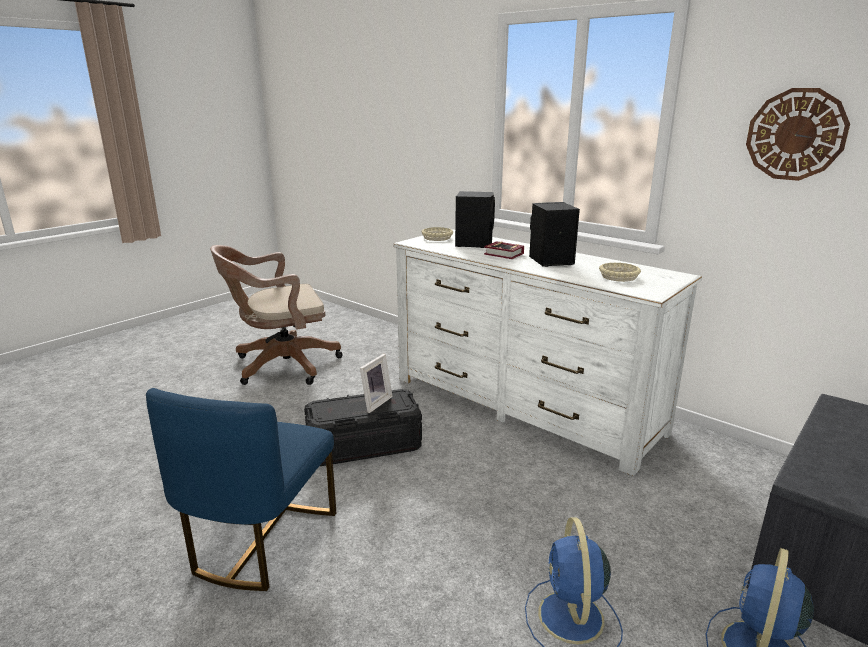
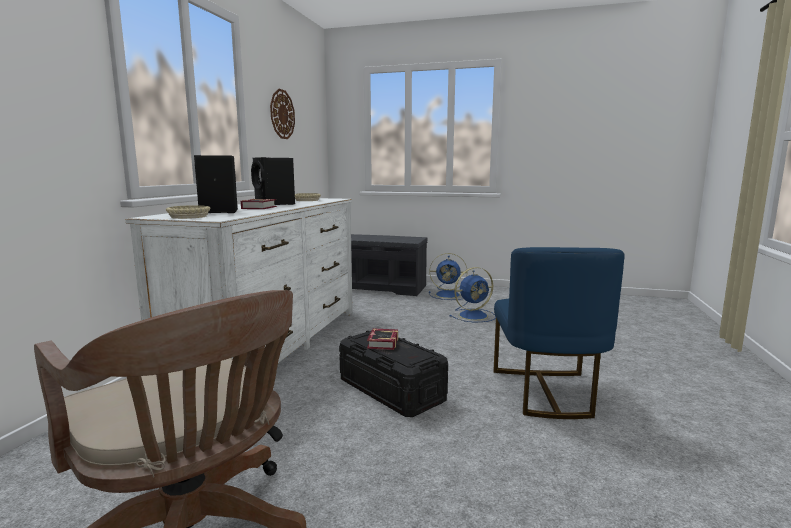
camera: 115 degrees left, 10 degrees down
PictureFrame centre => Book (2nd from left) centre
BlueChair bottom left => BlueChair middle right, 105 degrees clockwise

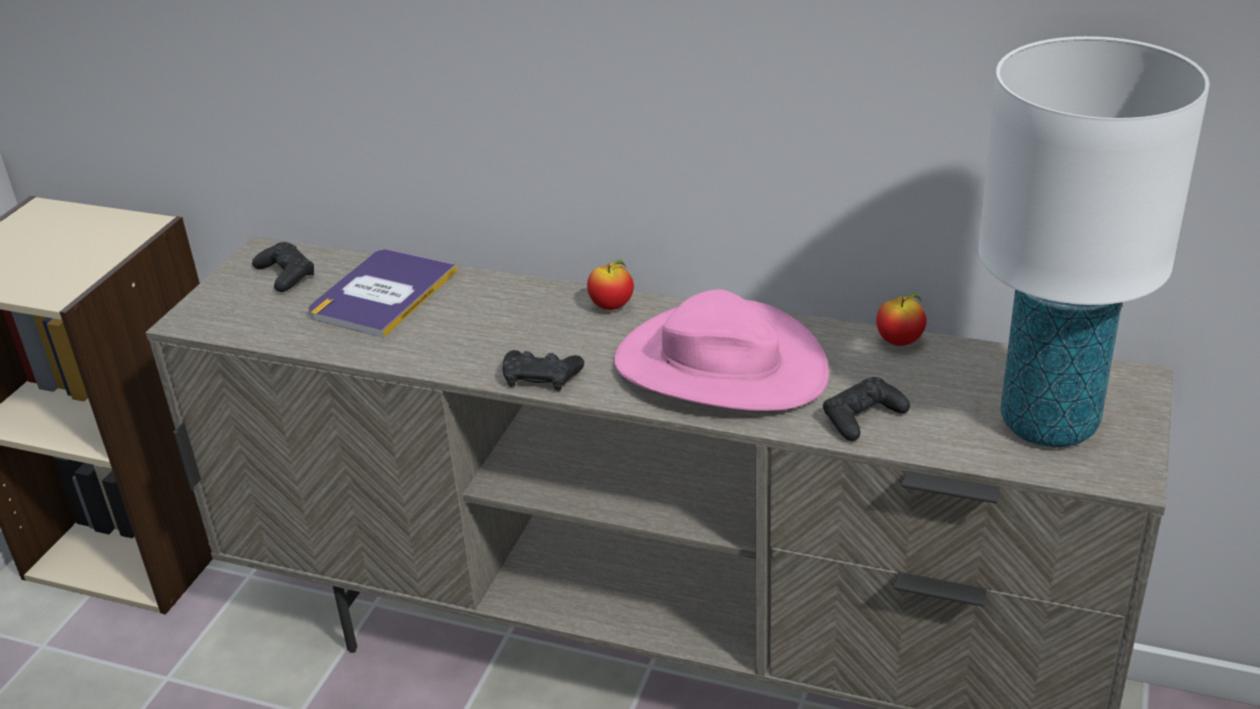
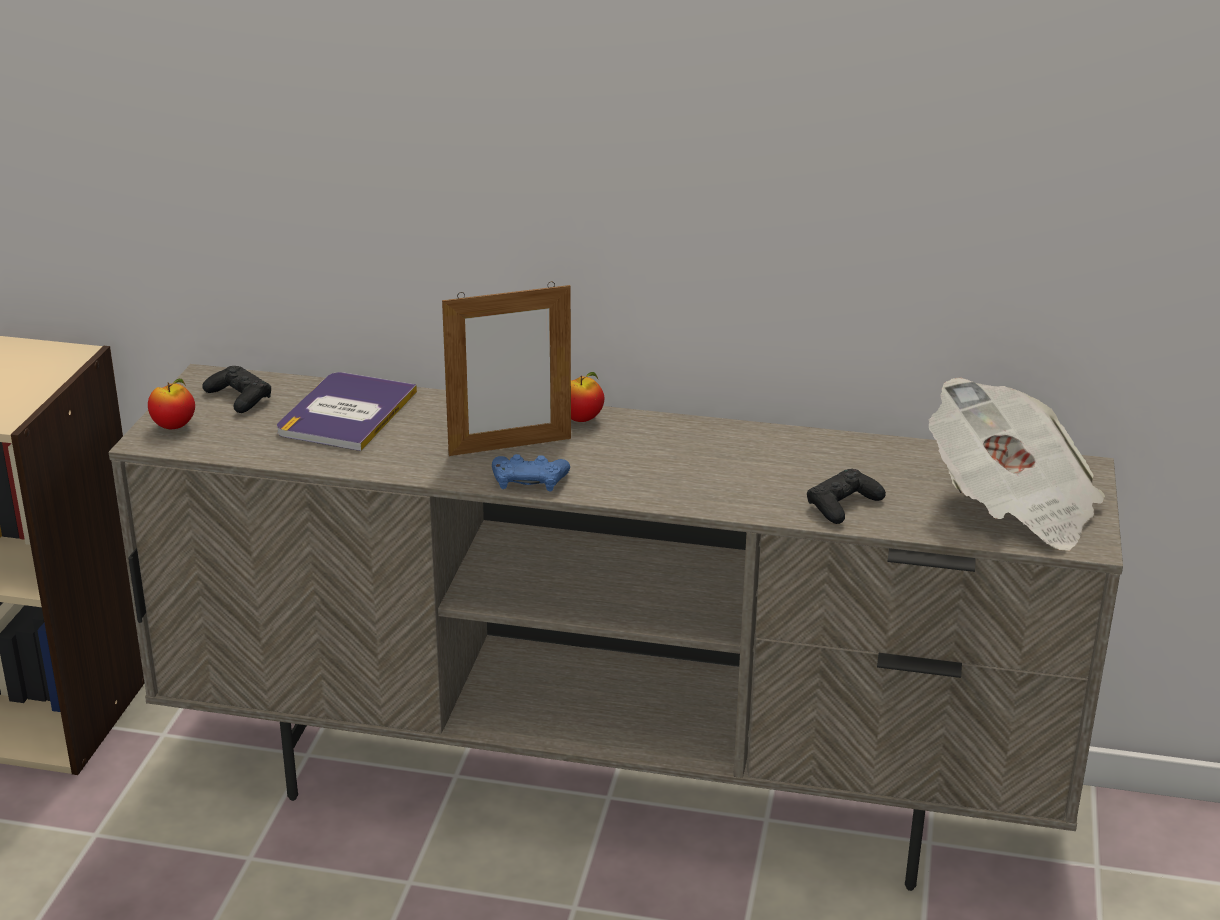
camera: 10 degrees left, 5 degrees down
WhiteTableLamp middle right => Newspaper middle right
PinkHat centre => nothing
Apple (2nd from left in the first image) middle right => Apple (1st from left) middle left, move
BlackGameController (2nd from left) centre => BlueGameController centre
nothing => PictureFrame centre

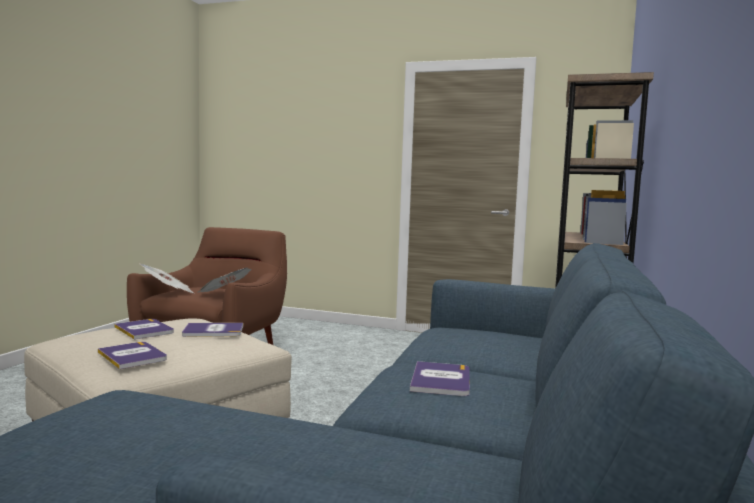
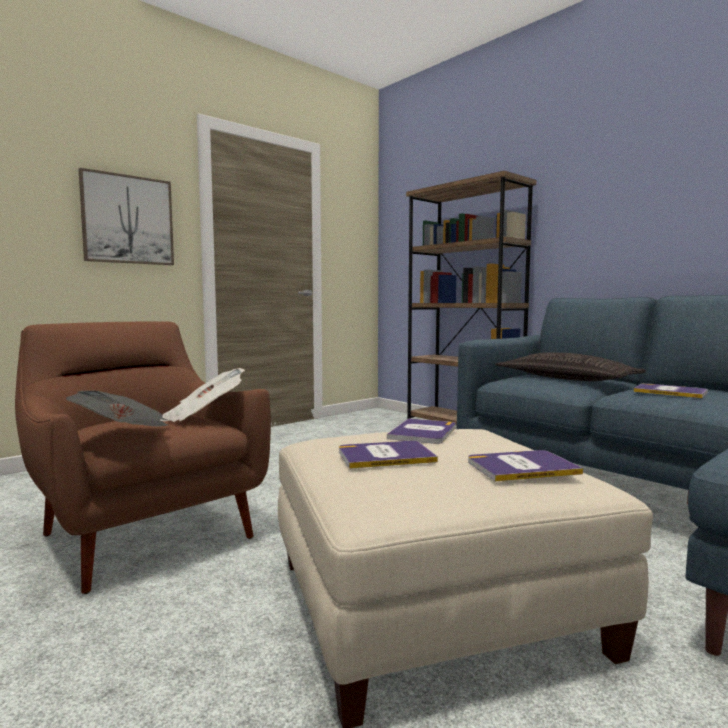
camera: 60 degrees left, 0 degrees up
nothing => Picture top left
nothing => Pillow middle right

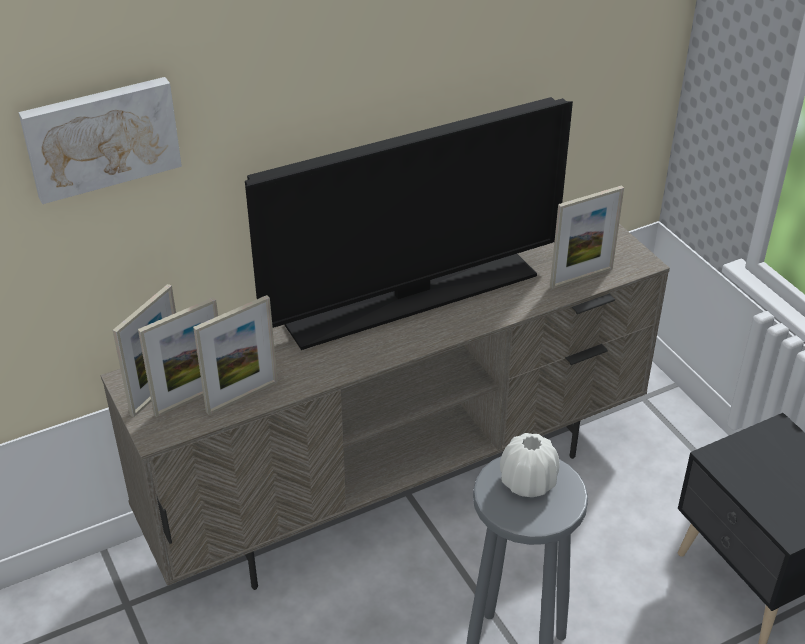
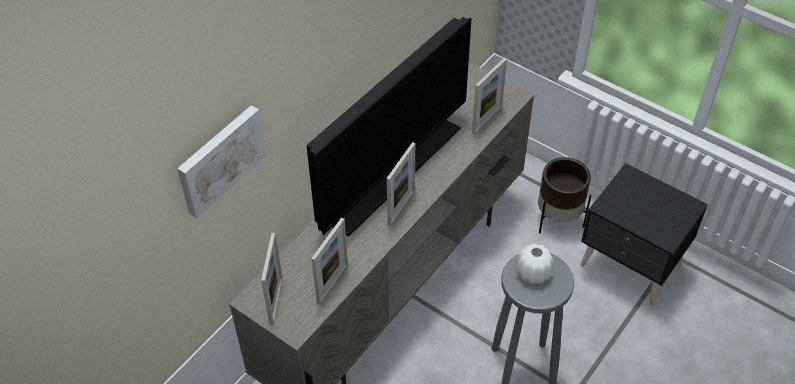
camera: 25 degrees left, 10 degrees up
PictureFrame (2nd from left in the first image) middle left => PictureFrame (3rd from left) centre, move
nothing => BrownPlanter middle right

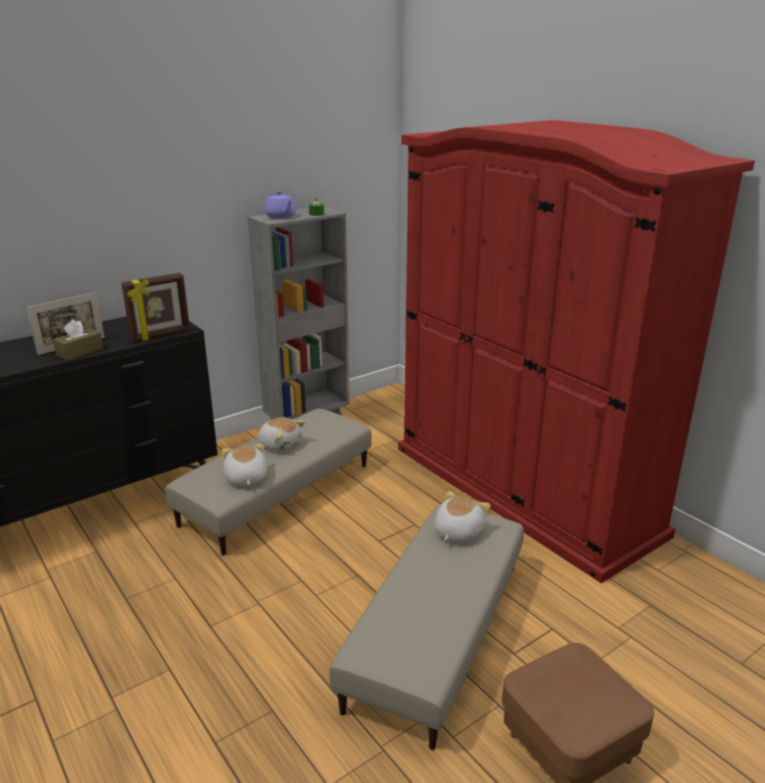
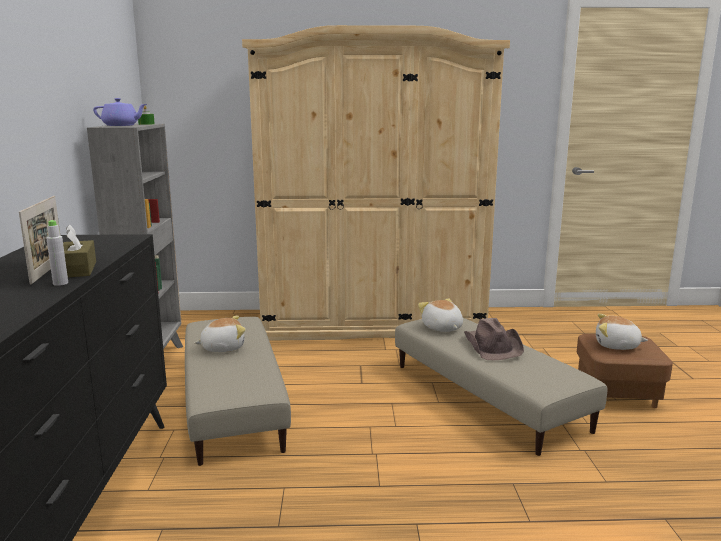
camera: 55 degrees left, 10 degrees down
RedWardrobe middle right => BeigeWardrobe centre
PictureFrame (2nd from left) middle left => nothing
PlushToy (1st from left in the first image) middle left => PlushToy (3rd from left) middle right, move
nothing => GreyBottle middle left
nothing => BrownHat middle right

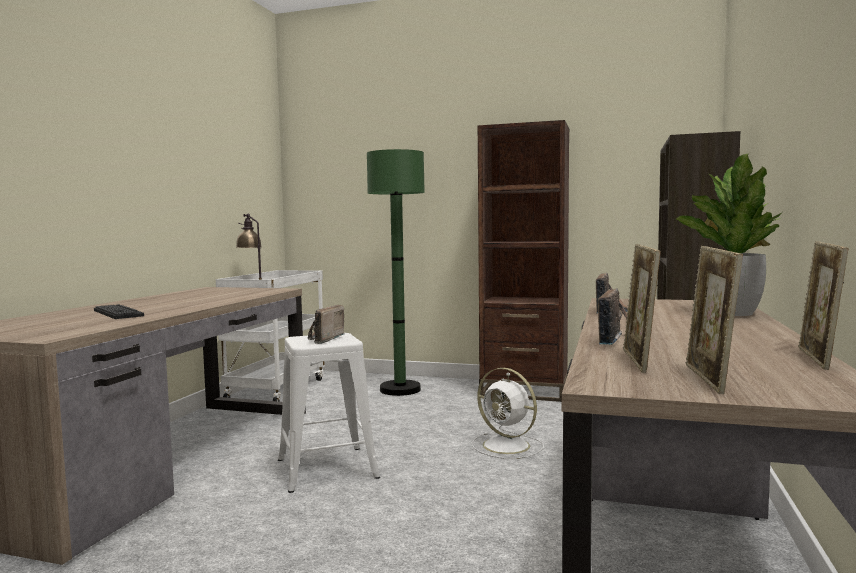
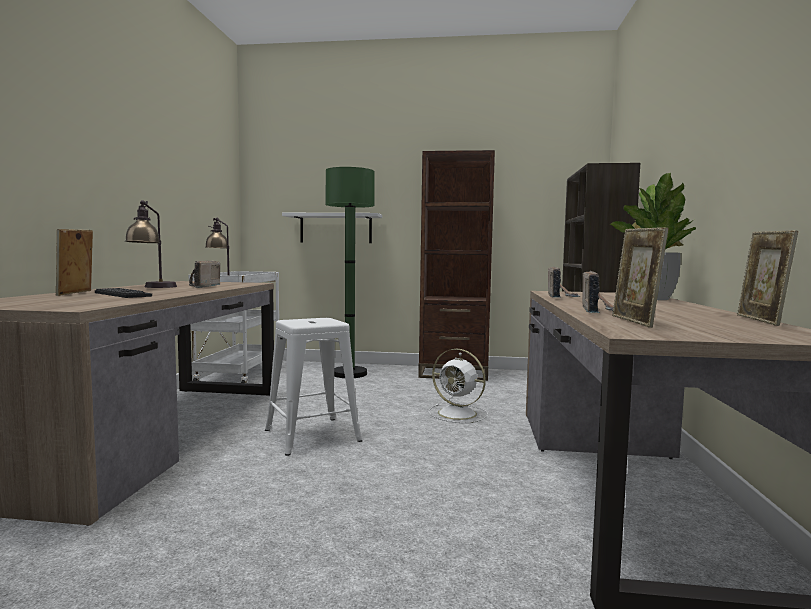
camera: 10 degrees left, 0 degrees up
PictureFrame (2nd from left in the first image) middle right => PictureFrame (1st from left) middle left, move
Radio (1st from left) centre => Radio (1st from left) middle left, move
nothing => TableLamp (1st from left) middle left
nothing => WhiteShelf centre

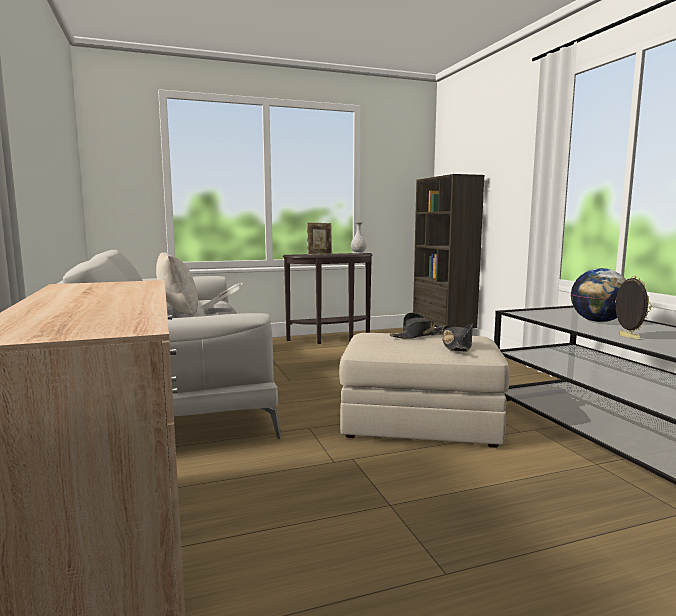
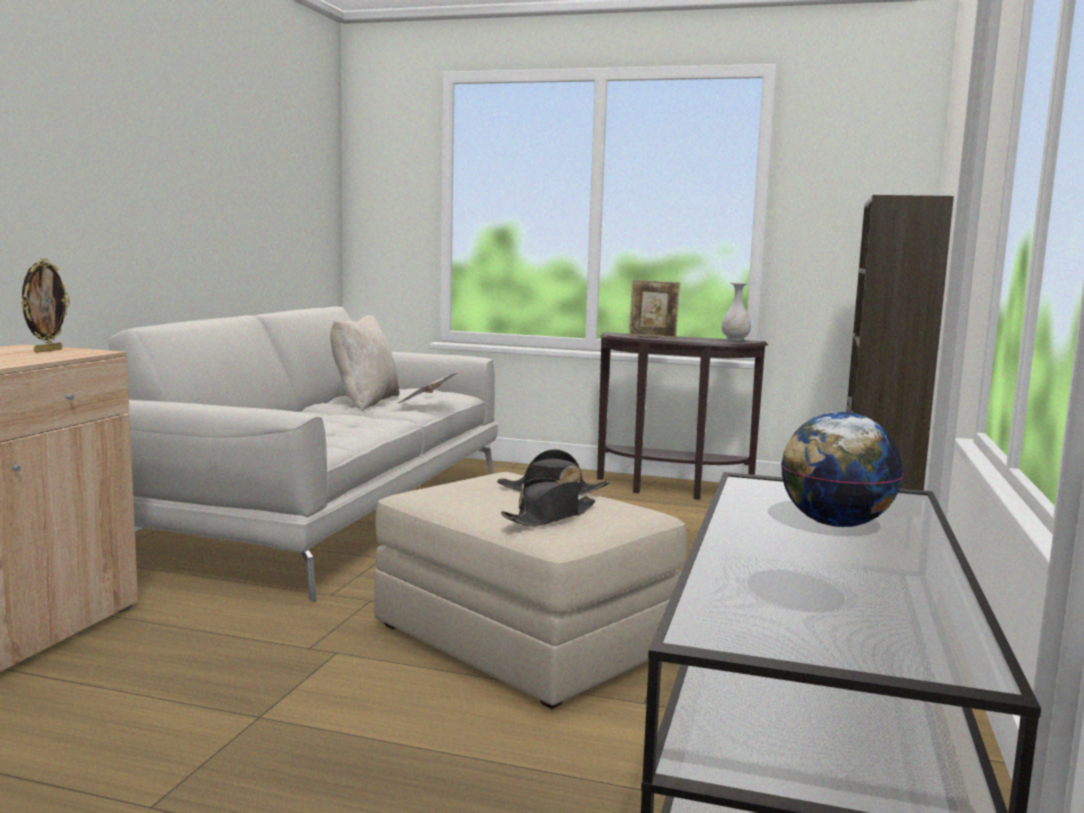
camera: 35 degrees right, 0 degrees up
PictureFrame (2nd from left in the first image) middle right => PictureFrame (1st from left) middle left, move

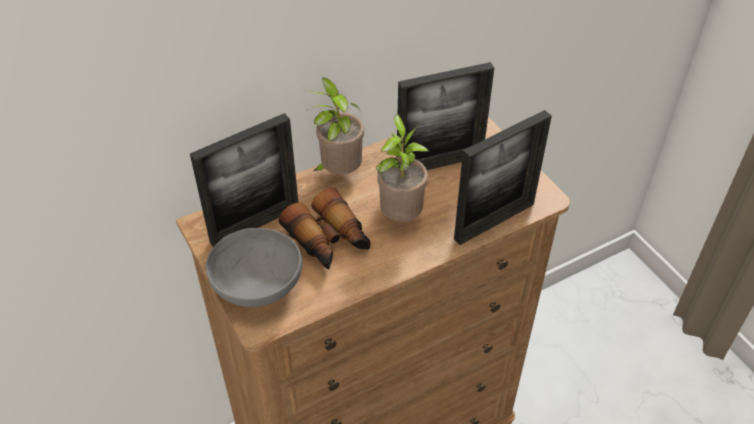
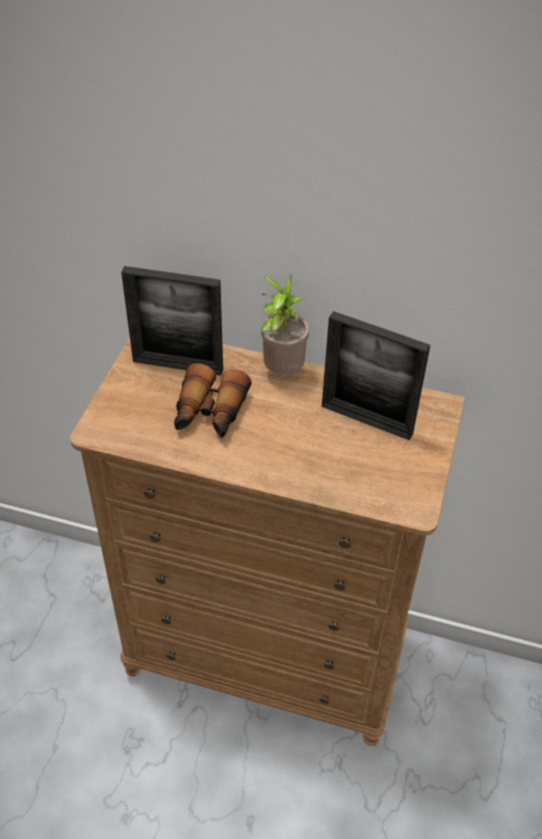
camera: 45 degrees right, 0 degrees up
PictureFrame (3rd from left) middle right => nothing
PottedPlant (2nd from left) centre => nothing
GreyBowl centre => nothing

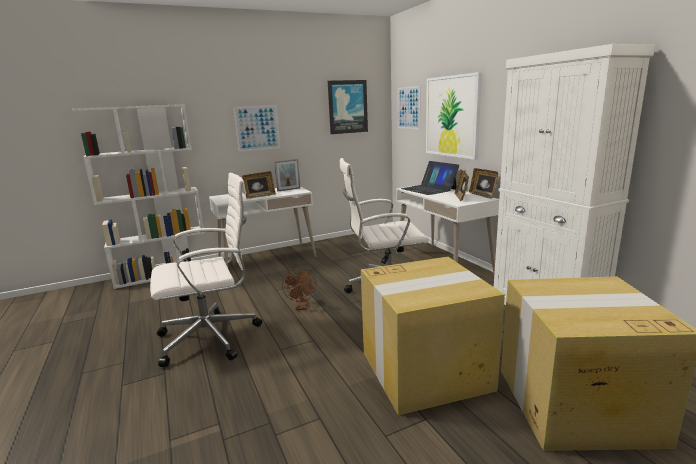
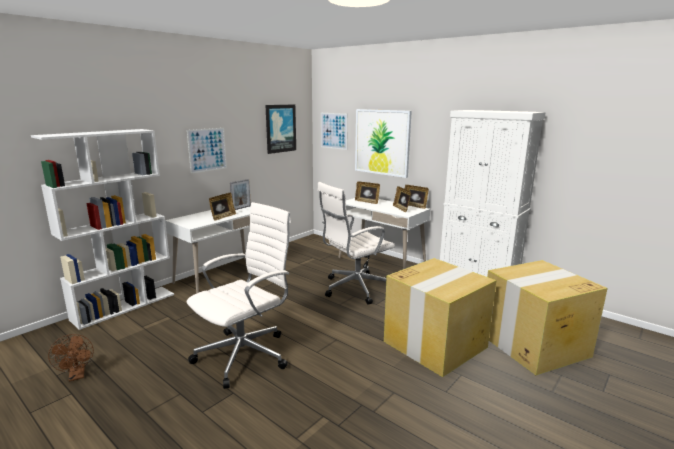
camera: 25 degrees left, 0 degrees up
Laptop centre => PictureFrame (3rd from left) centre
BrownFan centre => BrownFan bottom left, move

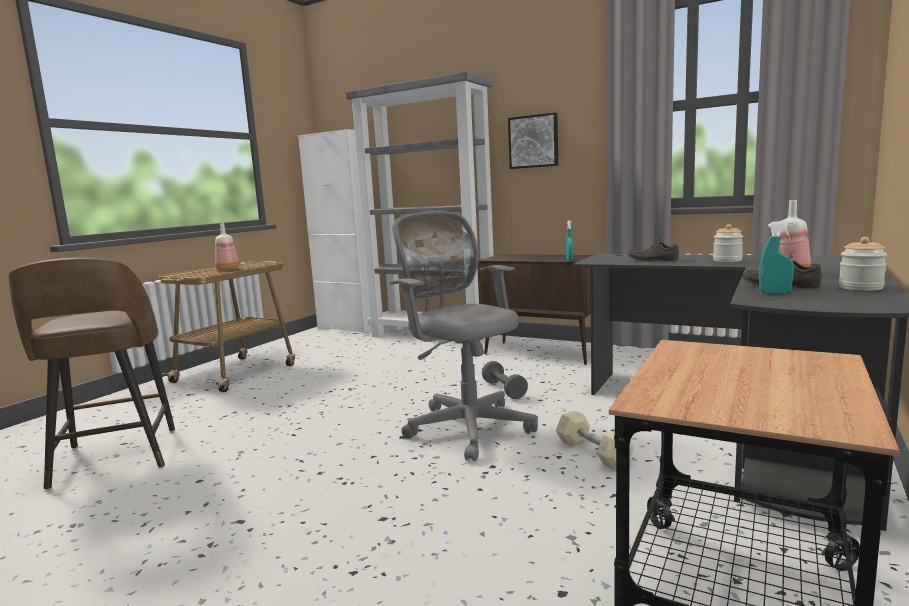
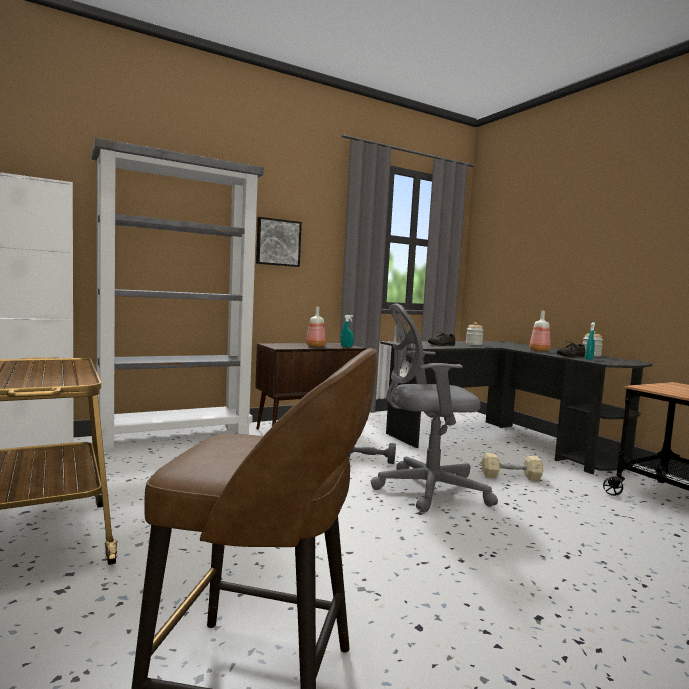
camera: 60 degrees left, 5 degrees down
Bottle (1st from left) middle left => Bottle (1st from left) centre, move

